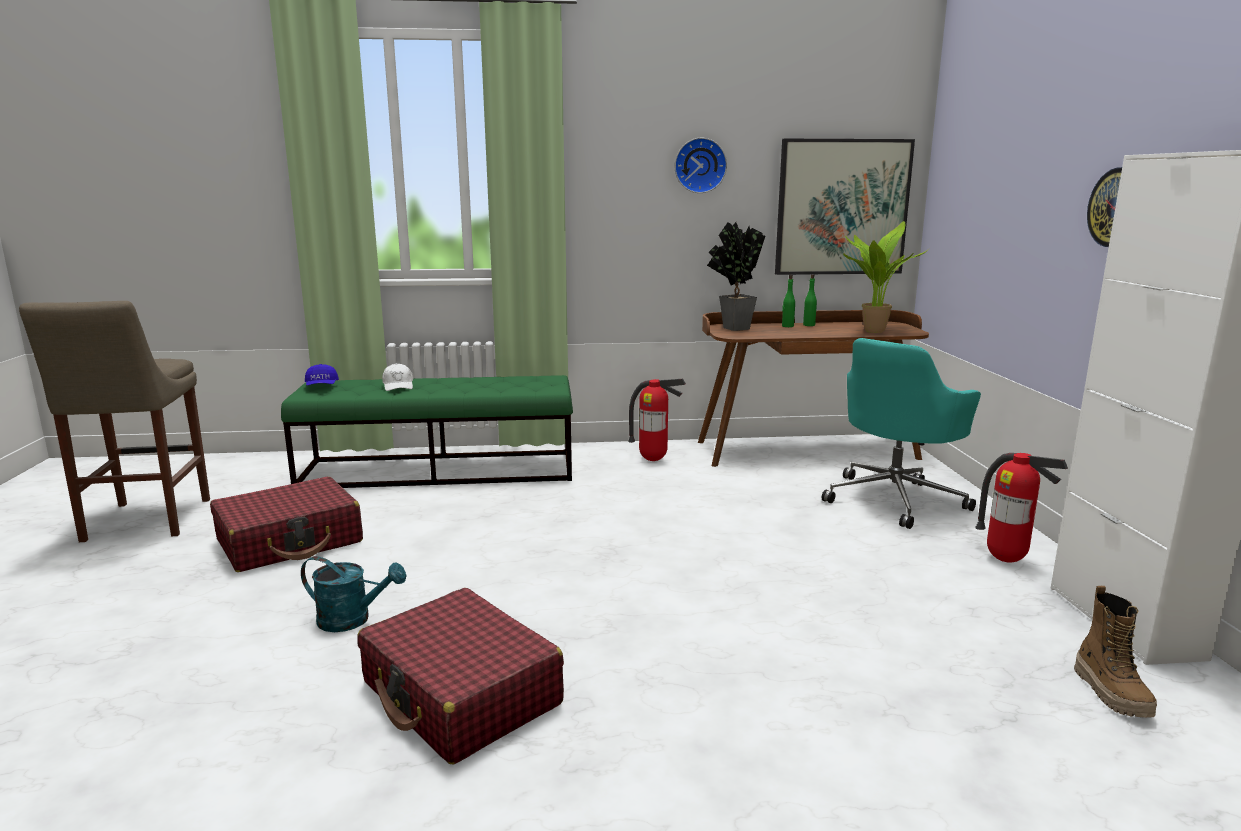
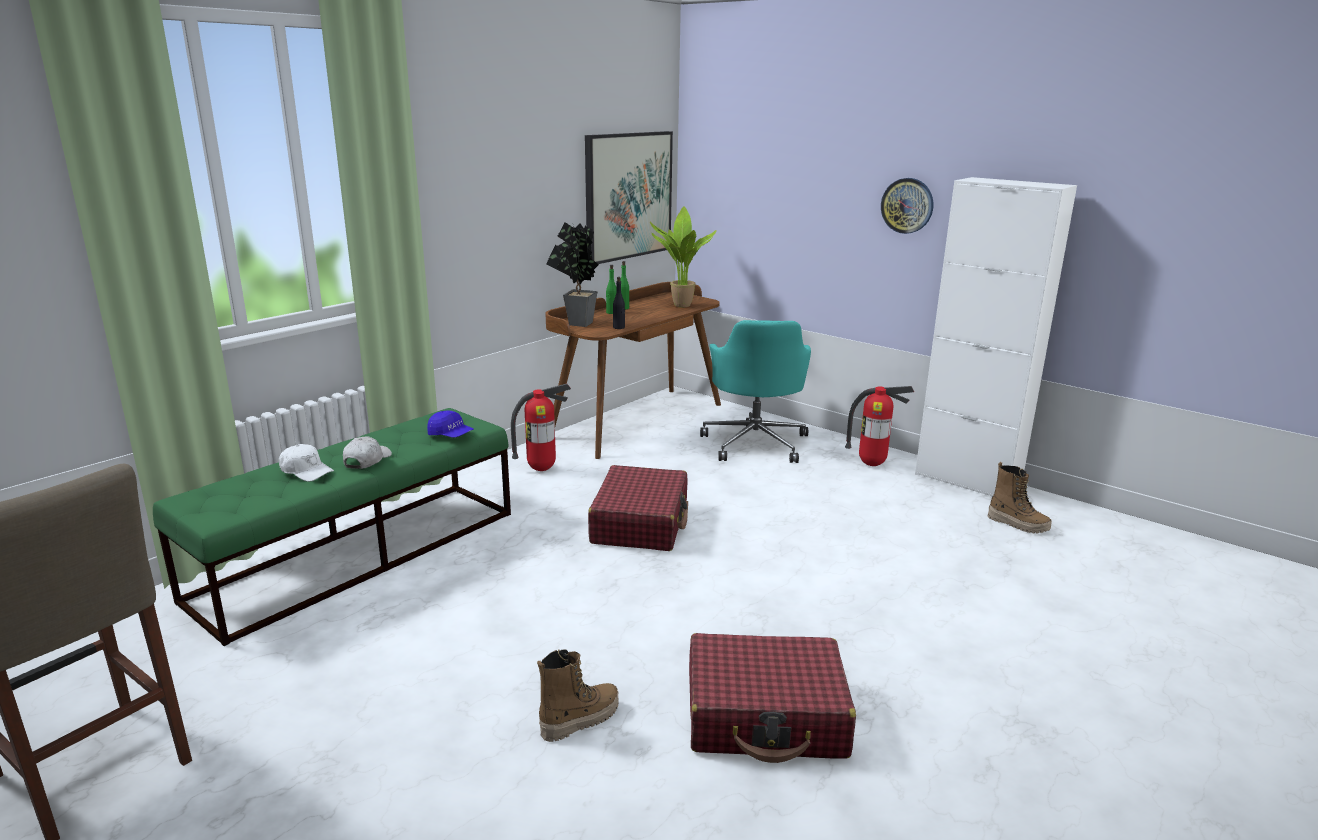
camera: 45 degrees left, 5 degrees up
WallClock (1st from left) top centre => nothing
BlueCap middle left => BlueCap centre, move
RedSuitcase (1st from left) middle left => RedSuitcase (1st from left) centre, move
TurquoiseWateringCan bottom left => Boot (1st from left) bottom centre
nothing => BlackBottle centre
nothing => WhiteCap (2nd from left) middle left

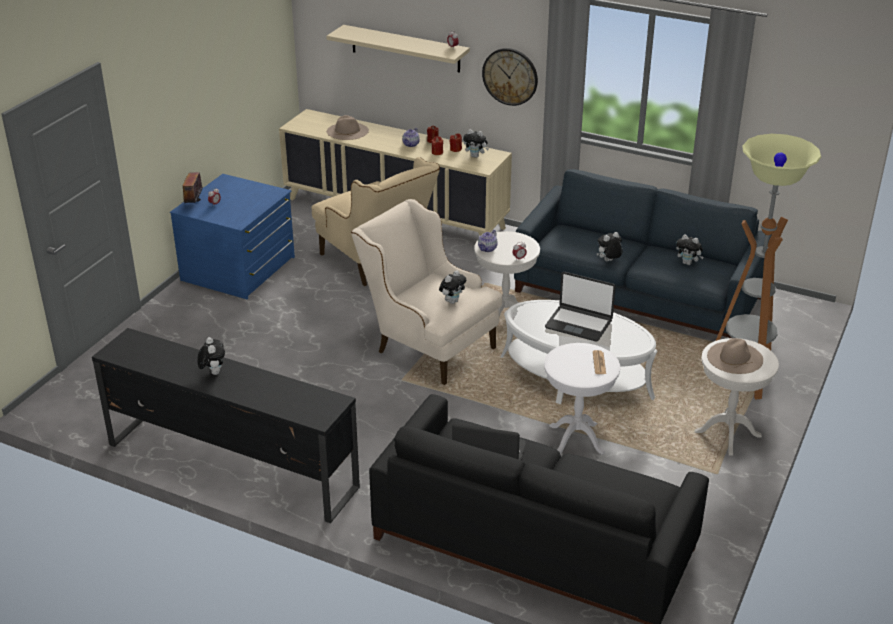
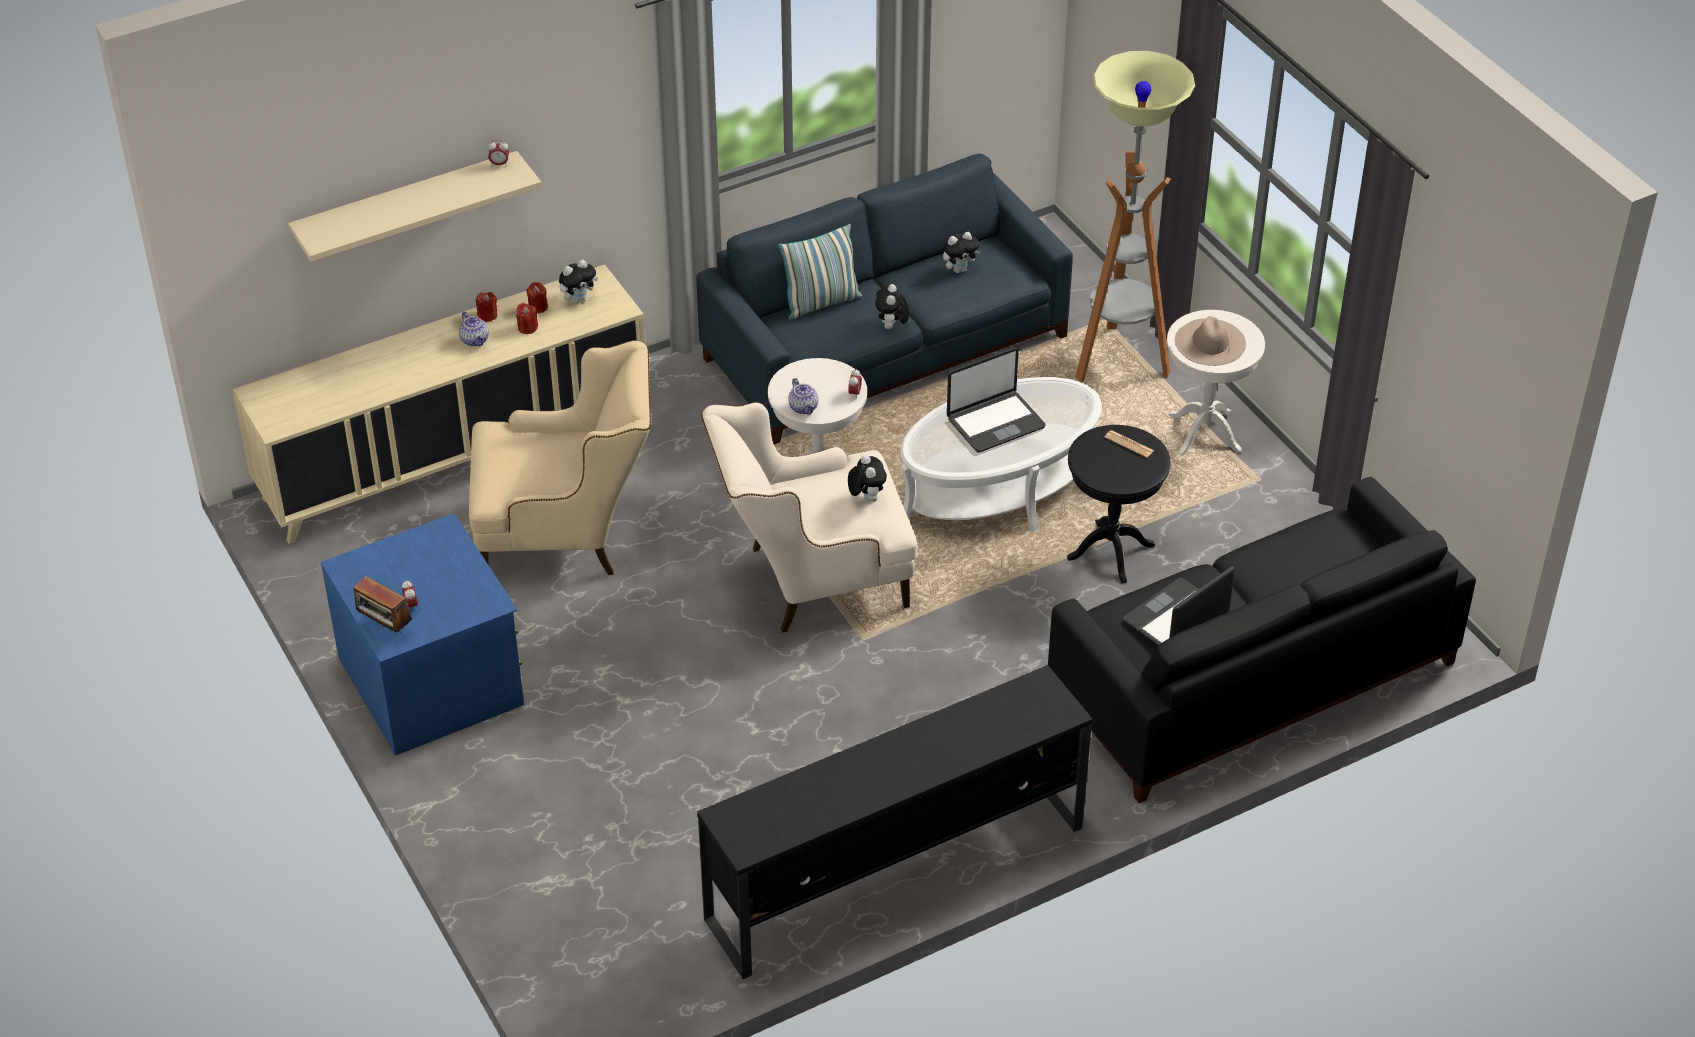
camera: 55 degrees left, 10 degrees up
WallClock top centre => nothing
BeigeHat (1st from left) top centre => nothing
PlushToy (1st from left) middle left => nothing
WhiteSideTable (2nd from left) centre => BlackSideTable centre
nothing => Pillow top centre

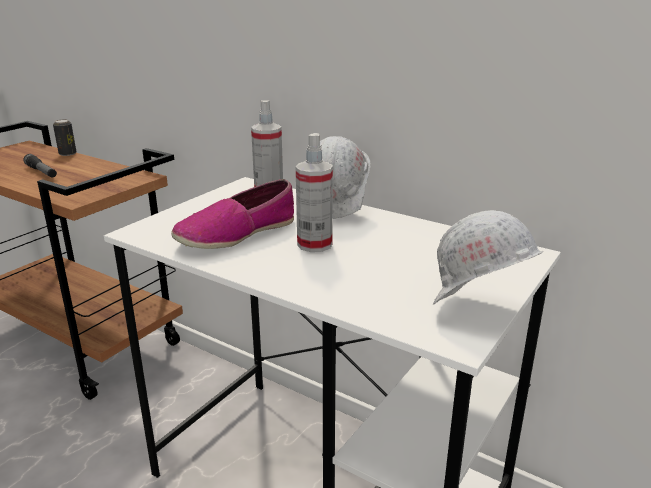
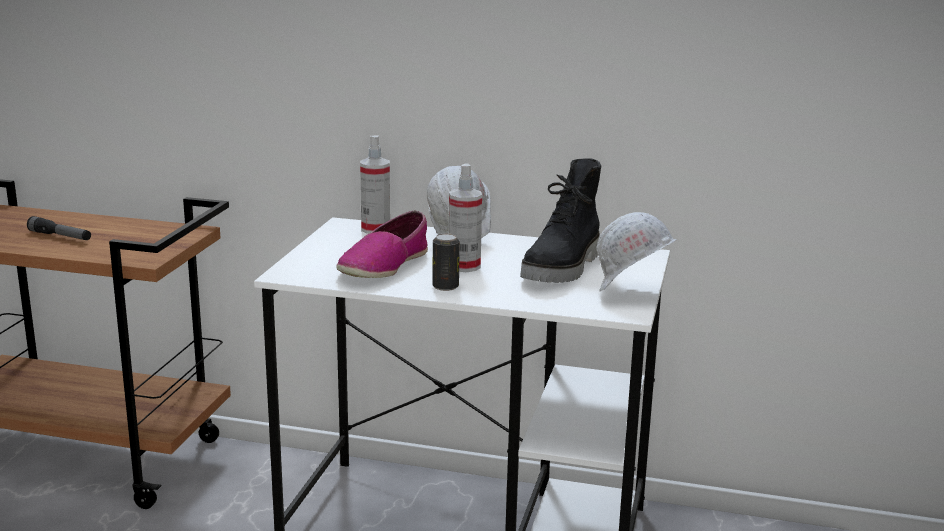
camera: 20 degrees left, 5 degrees down
Can top left => Can centre, move
nothing => BlackBoot centre

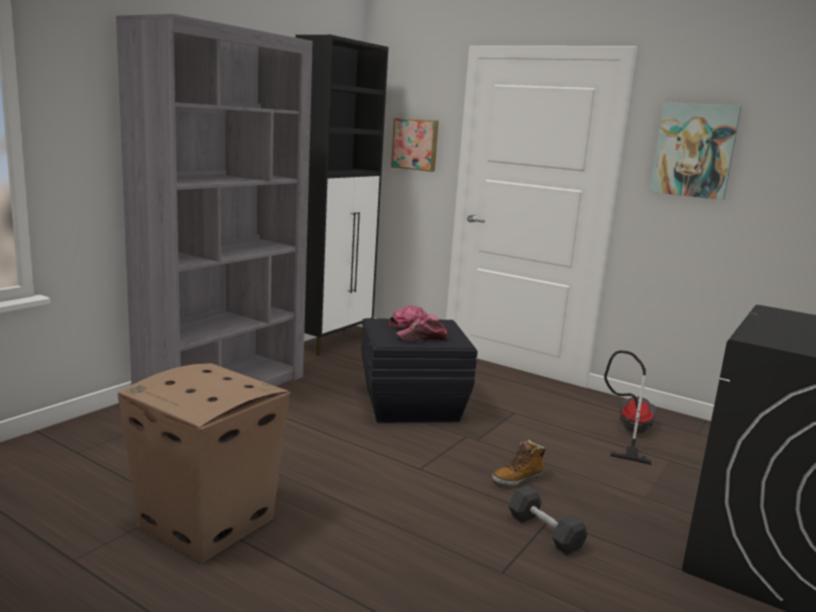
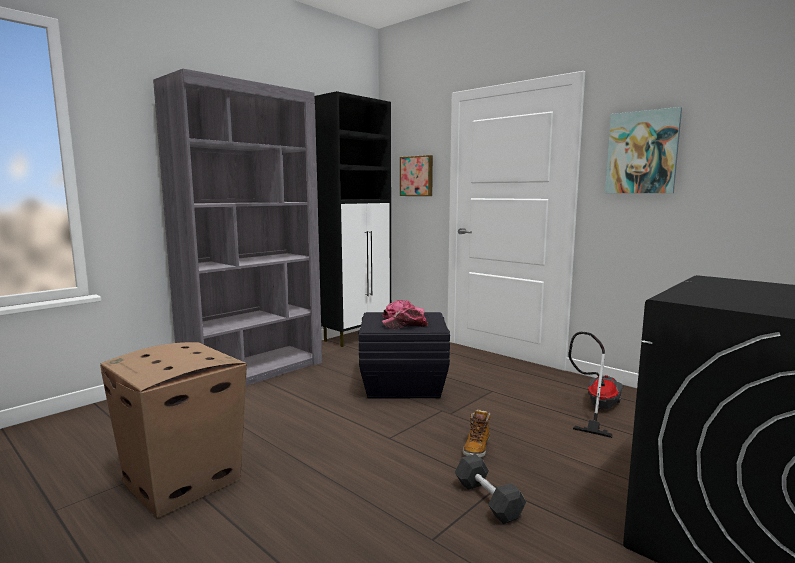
camera: 10 degrees right, 5 degrees down
Boot bottom centre, 45 degrees counterclockwise

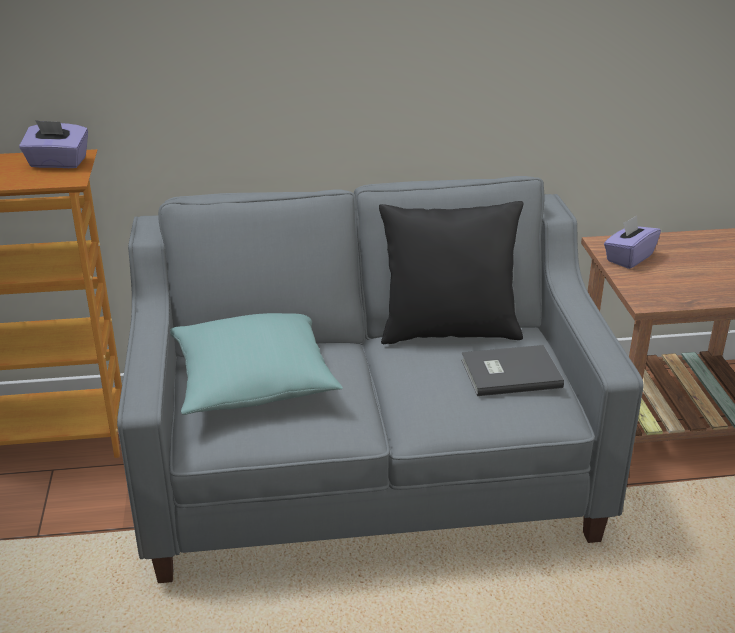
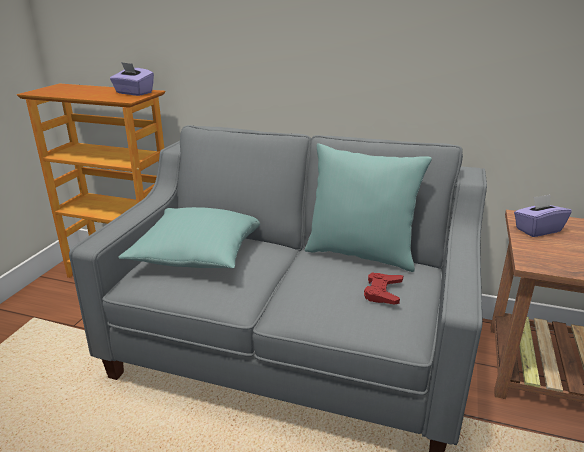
camera: 25 degrees right, 5 degrees down
BlackPillow centre => TurquoisePillow (2nd from left) centre
GreyBook middle right => RedGameController centre

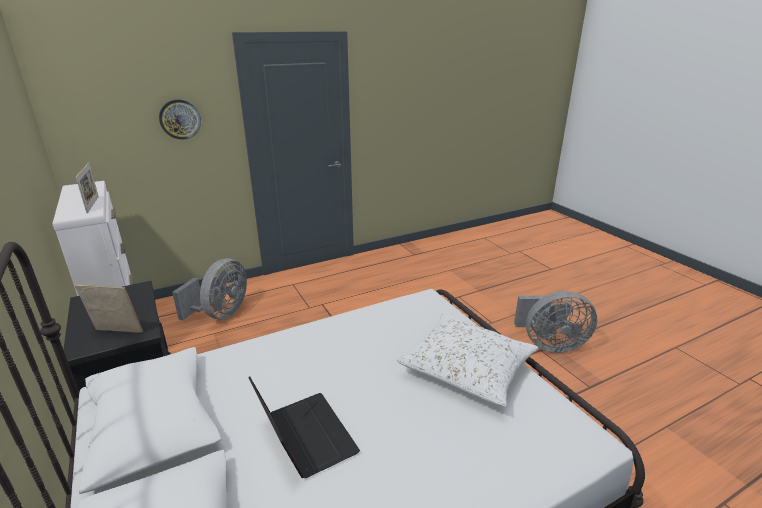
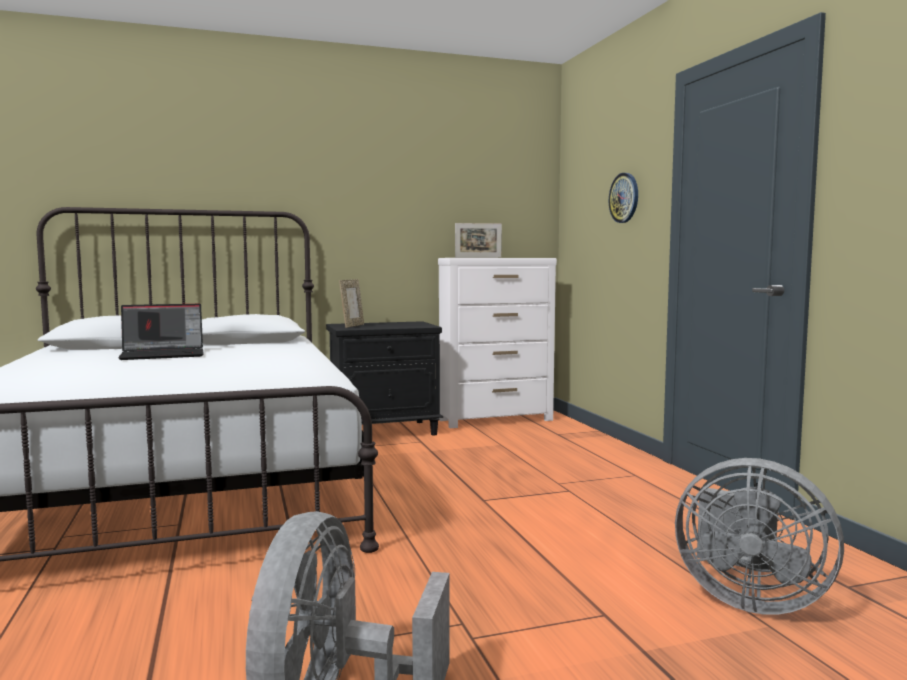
camera: 100 degrees right, 20 degrees down
GreyFan (1st from left in the first image) middle left => GreyFan (2nd from left) bottom right, move
WhitePillow bottom centre => nothing

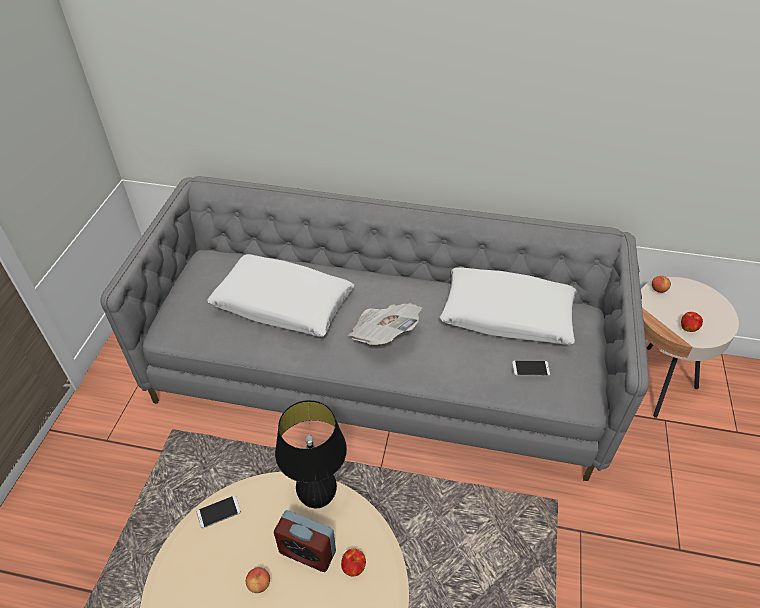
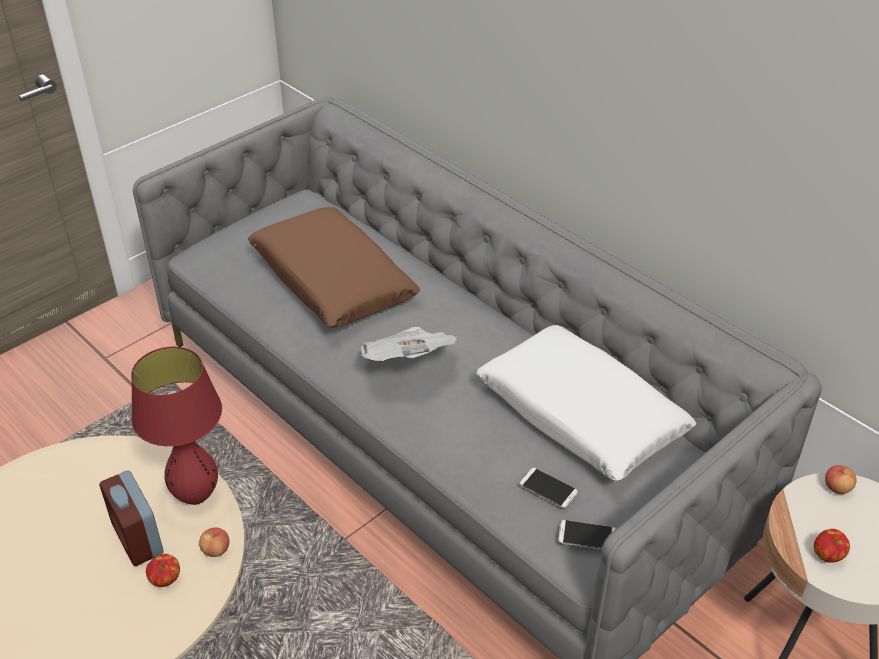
camera: 35 degrees right, 5 degrees down
WhitePillow (1st from left) centre => BrownPillow centre
BlackTableLamp bottom centre => RedTableLamp middle left
Phone (1st from left in the first image) bottom left => Phone (2nd from left) bottom right, move
Apple (1st from left in the first image) bottom centre => Apple (2nd from left) bottom left, move

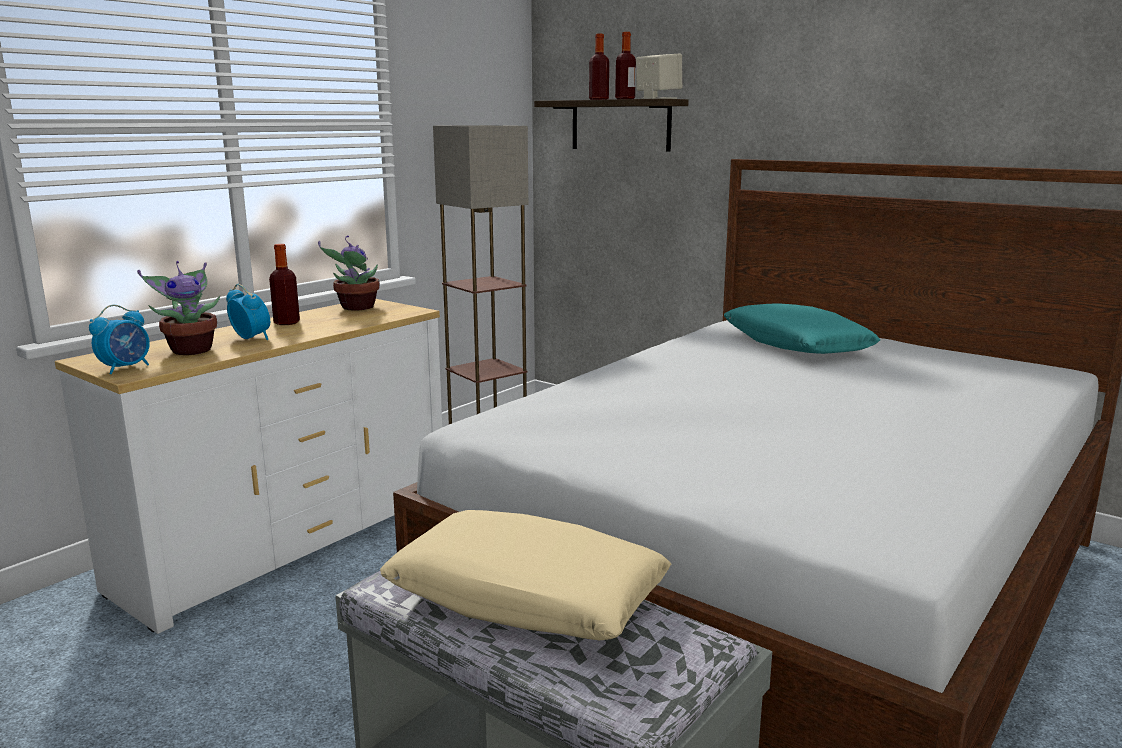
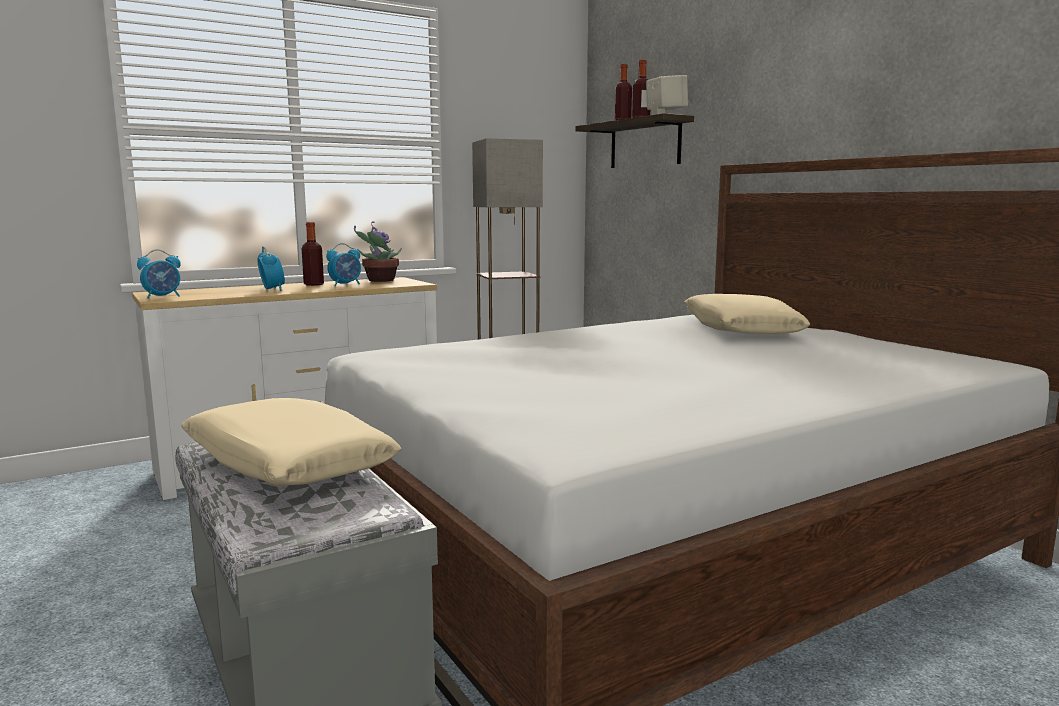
camera: 20 degrees right, 5 degrees down
PottedPlant (1st from left) middle left => nothing
TurquoisePillow middle right => BeigePillow (2nd from left) middle right
nothing => AlarmClock (3rd from left) middle left

